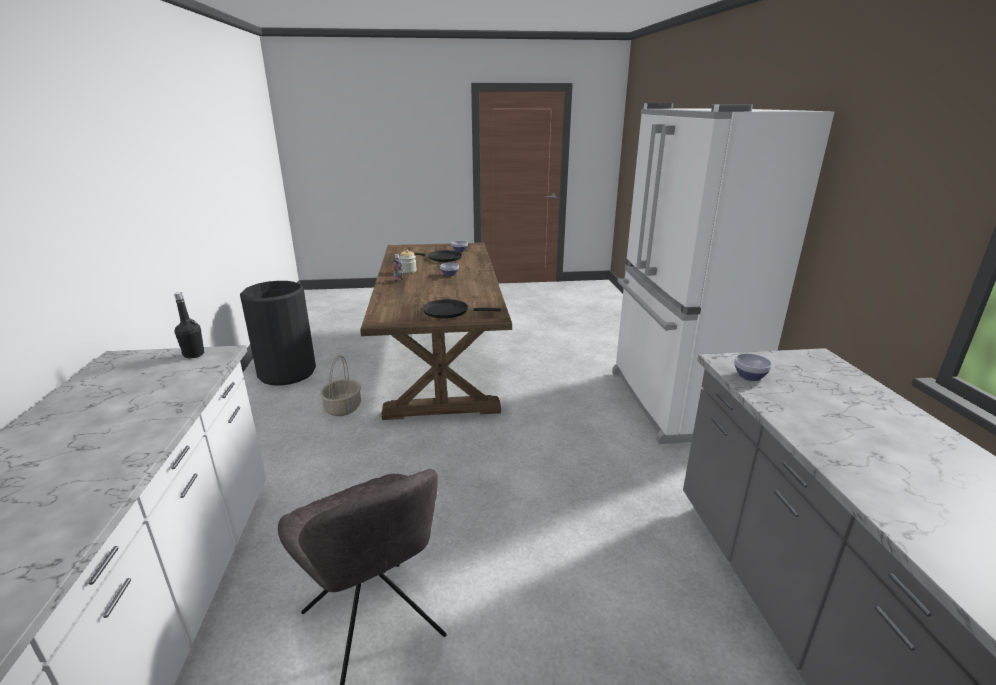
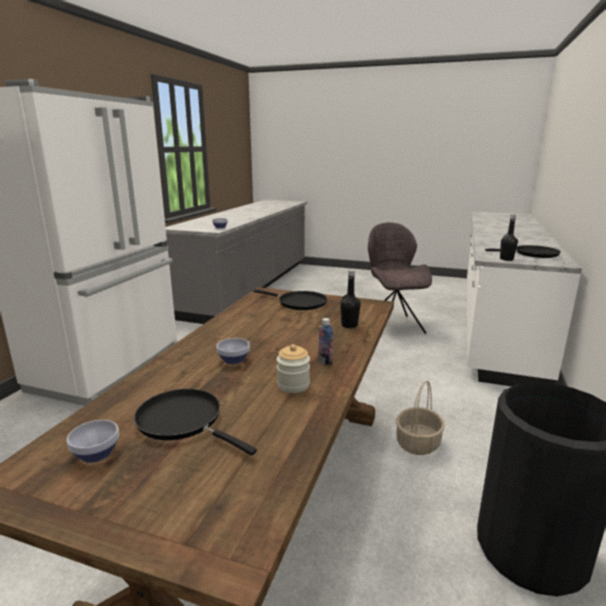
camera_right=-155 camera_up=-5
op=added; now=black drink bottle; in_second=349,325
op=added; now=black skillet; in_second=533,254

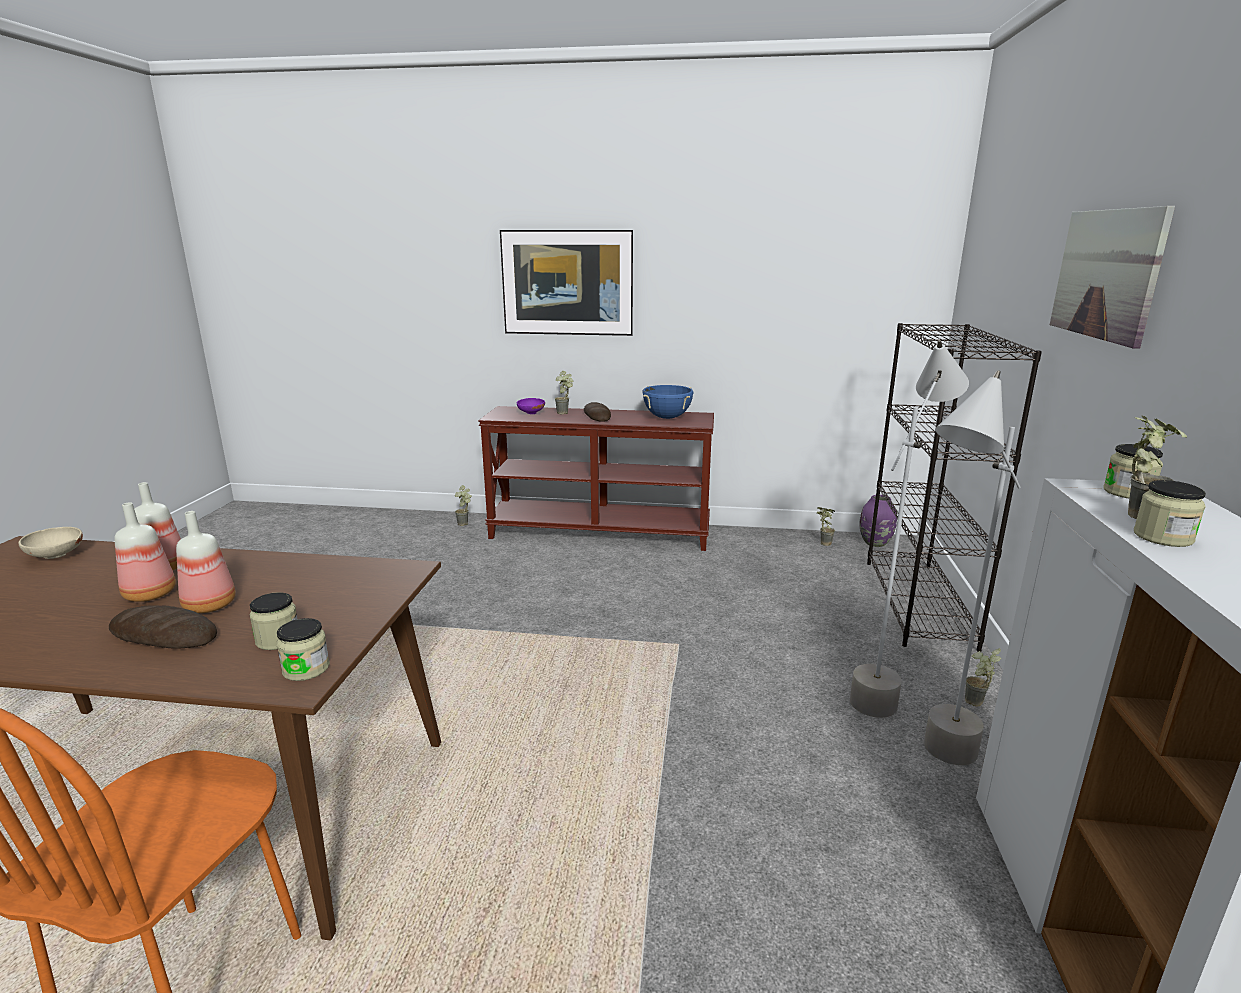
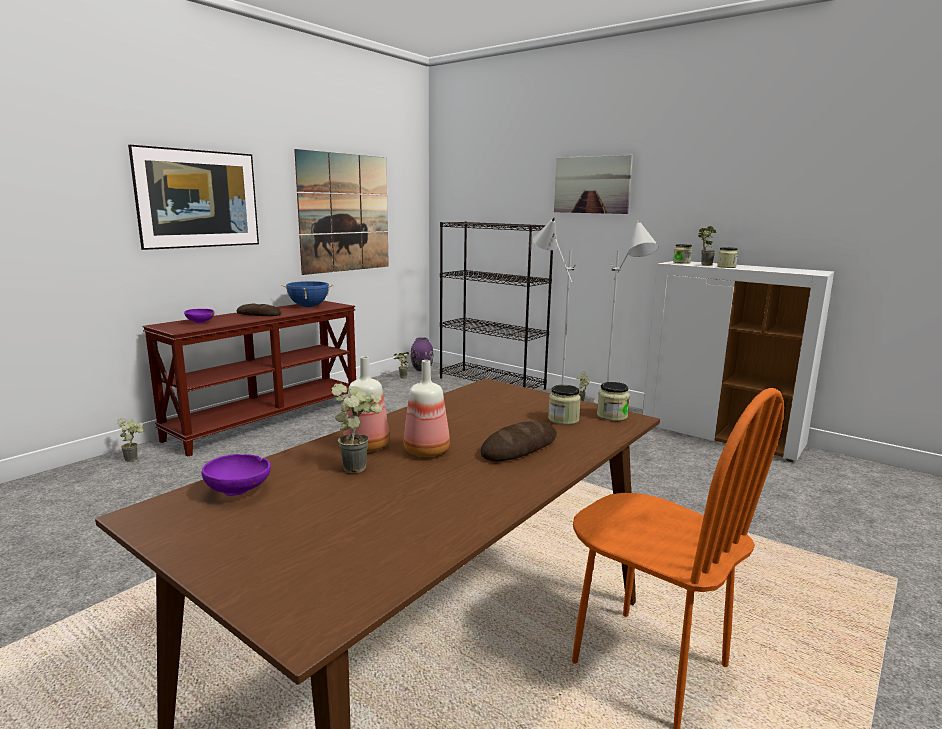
camera_right=-60 camera_up=-5
op=recoloured; was=beige-coloured deep dish; now=purple deep dish; in_first=56,557; in_second=240,491
op=removed; was=drink bottle; in_first=211,606
op=moved; was=potted plant; in_first=565,413; in_second=360,466
op=added; now=wall art; in_second=345,213

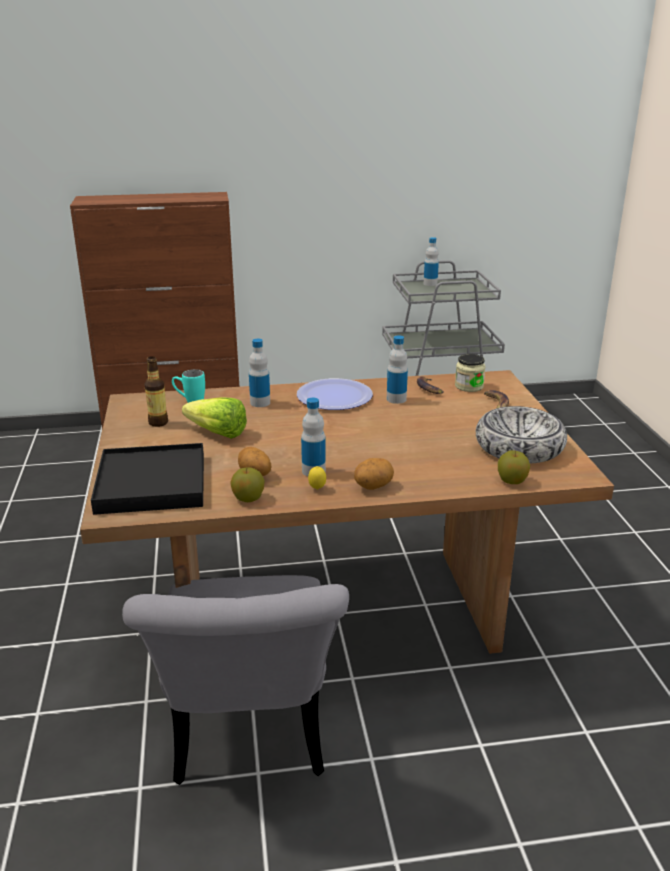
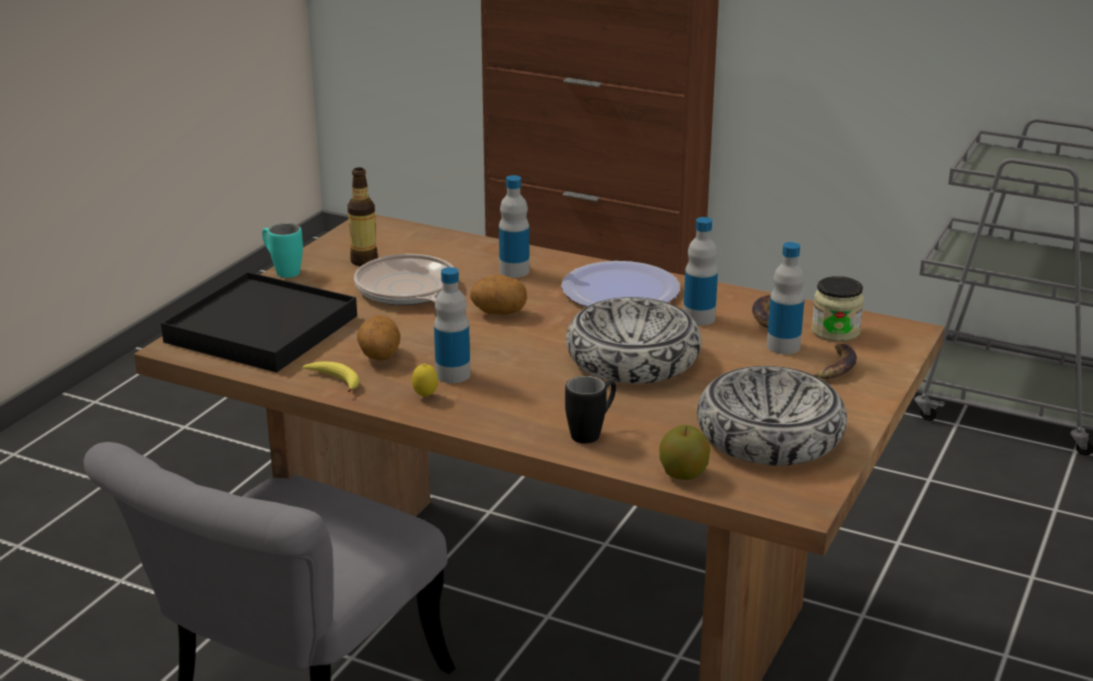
camera_right=35 camera_up=0
op=moved; was=turquoise-coloured coffee mug; in_first=190,402; in_second=282,271
op=replaced; was=lettuce; now=skillet; in_first=214,432; in_second=408,291
op=replaced; was=apple fruit; now=banana fruit; in_first=248,499; in_second=335,381
op=moved; was=spud; in_first=373,486; in_second=499,313
op=moved; was=drink bottle; in_first=430,284; in_second=783,346
op=added; now=black coffee mug; in_second=592,433
op=added; now=deep dish; in_second=632,359

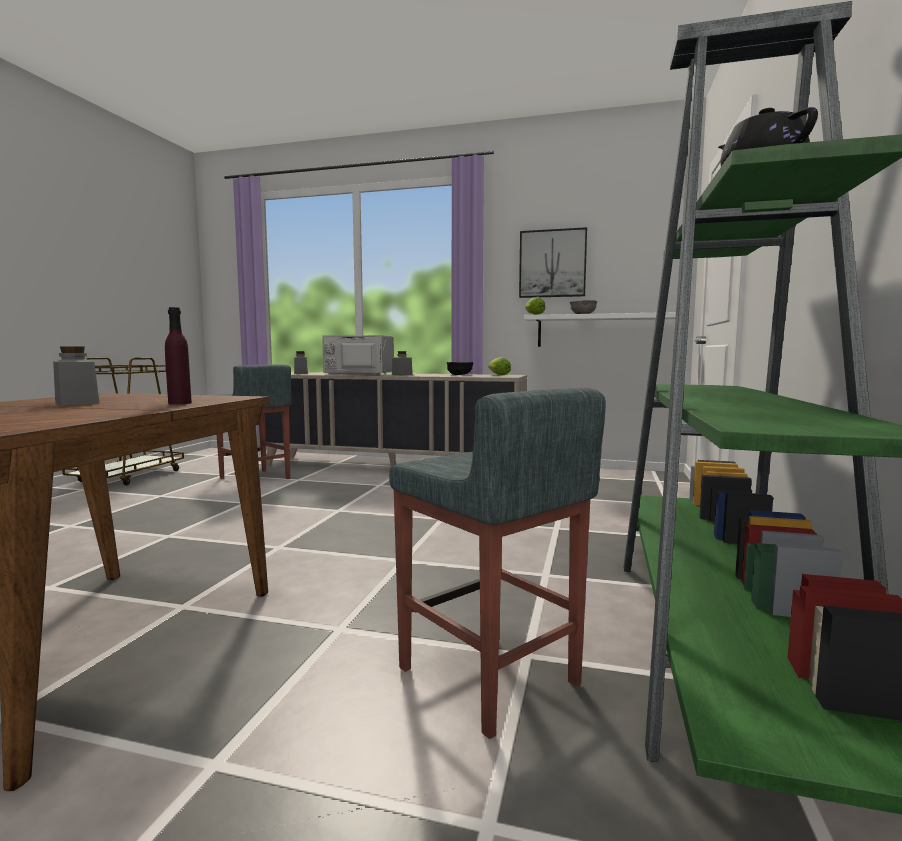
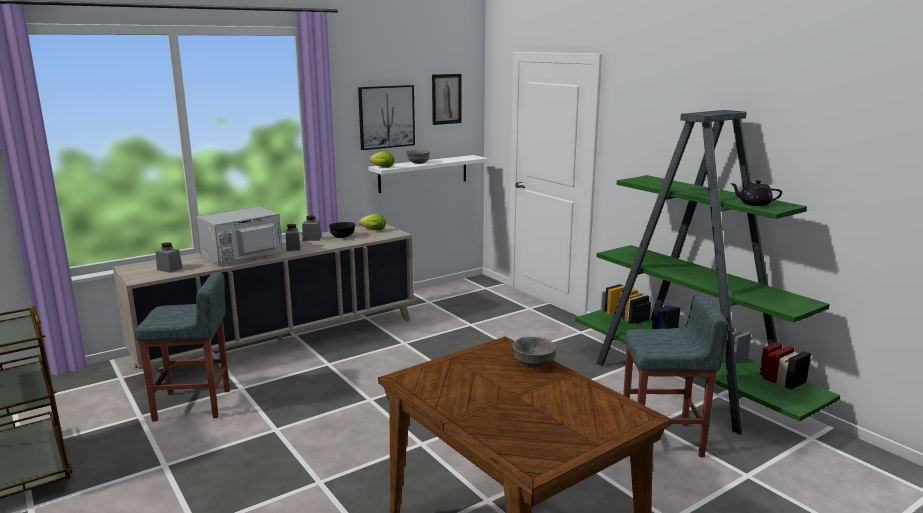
camera_right=-50 camera_up=10
op=moved; was=grey jar; in_first=77,403; in_second=312,239
op=replaced; was=purple drink bottle; now=grey deep dish; in_first=180,403; in_second=533,364
op=added; now=wall art; in_second=446,99

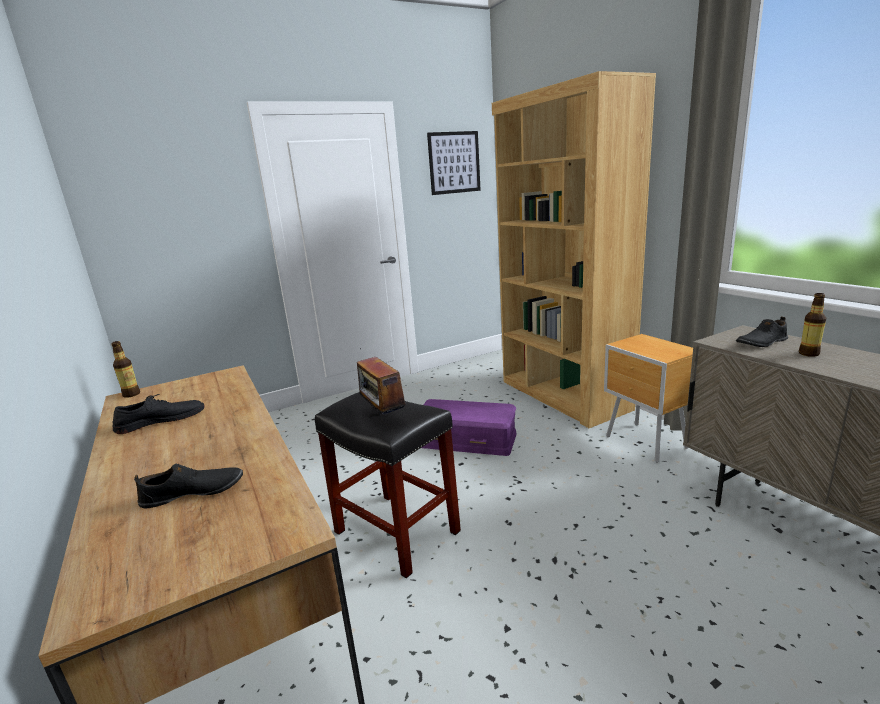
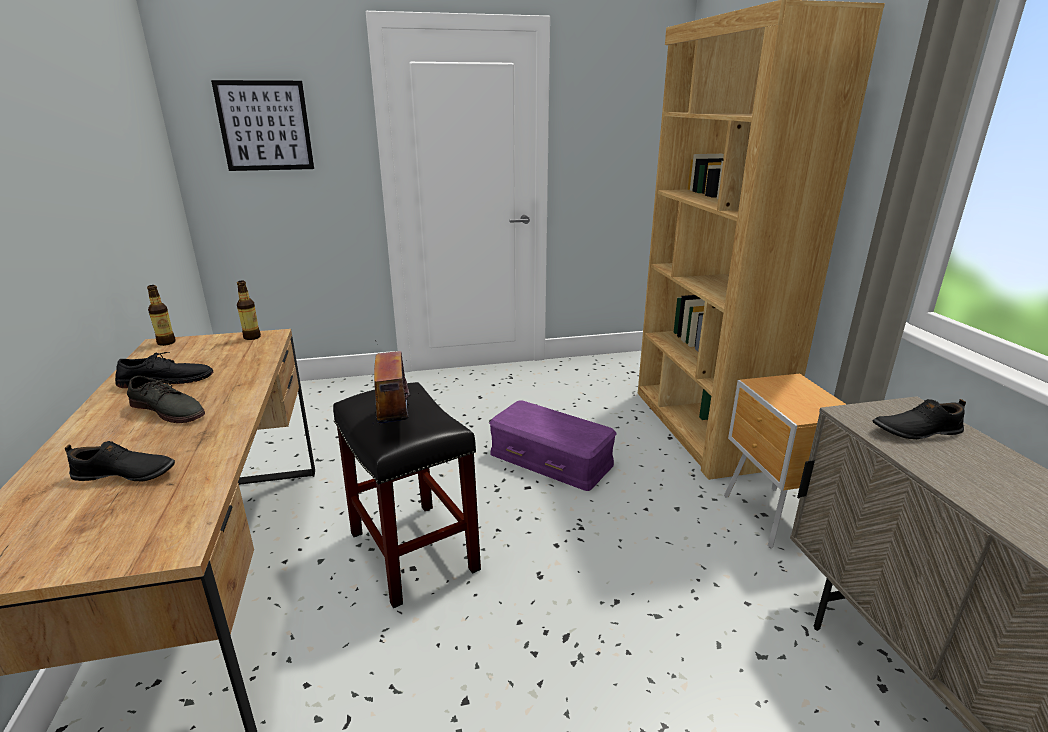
camera_right=15 camera_up=5
op=moved; was=wall art; in_first=454,162; in_second=265,126
op=moved; was=drink bottle; in_first=808,353; in_second=252,337
op=added; now=grey item of footwear; in_second=169,410

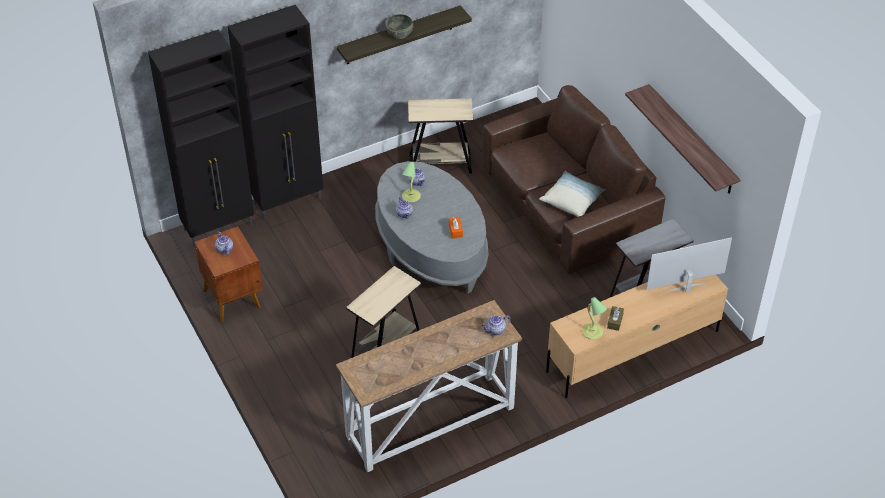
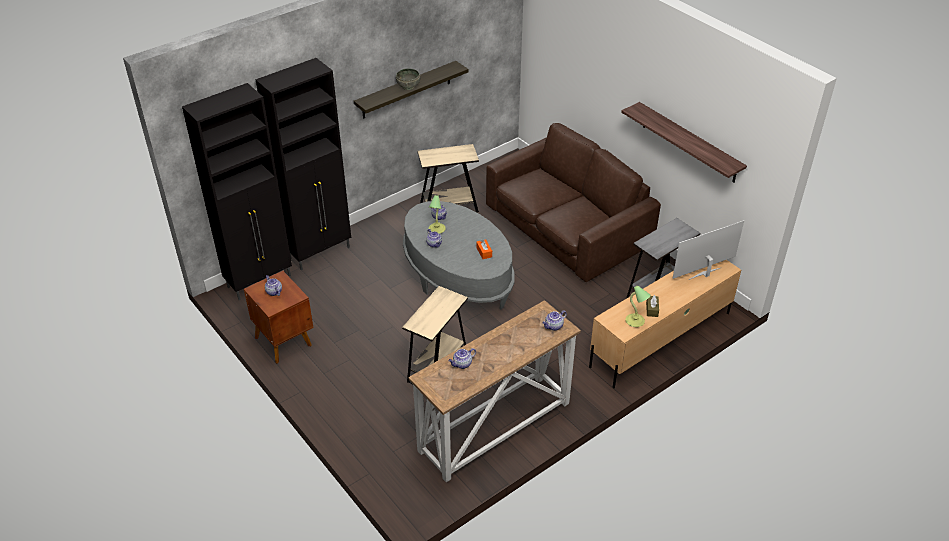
camera_right=-10 camera_up=-5
op=removed; was=throw pillow; in_first=571,200
op=added; now=teapot; in_second=462,364

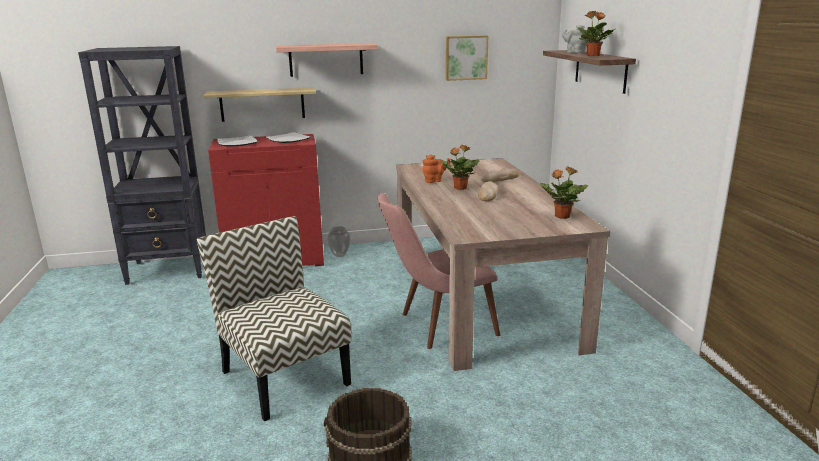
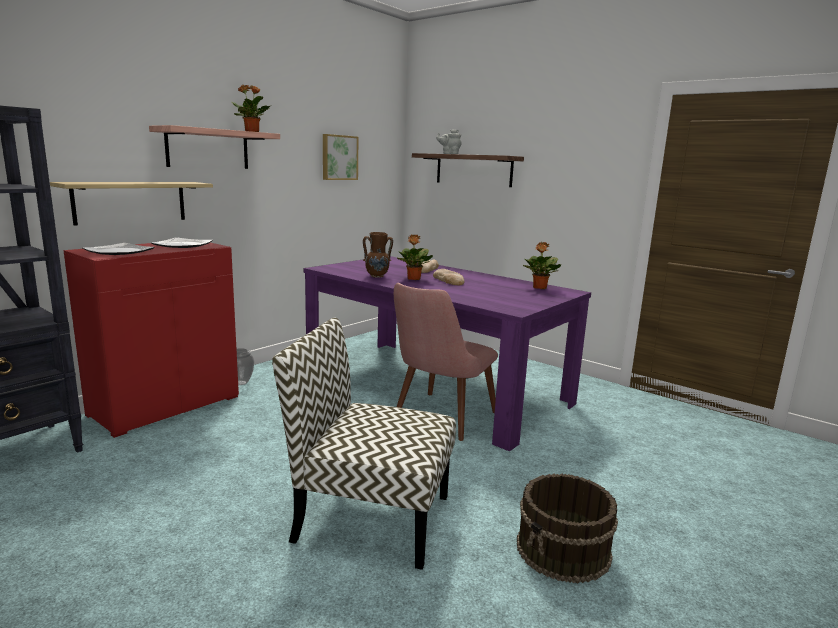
camera_right=-40 camera_up=-5
op=recoloured; was=beige-coloured kitchen table; now=purple kitchen table; in_first=480,296; in_second=434,386
op=replaced; was=orange teapot; now=brownish flower vase; in_first=434,181; in_second=377,276
op=moved; was=potted plant; in_first=593,56; in_second=252,132

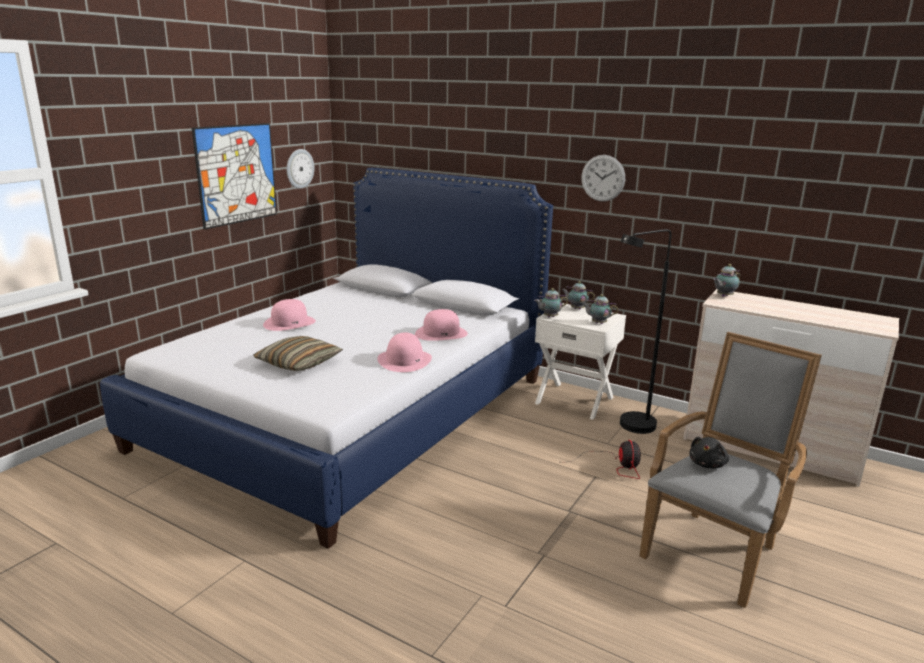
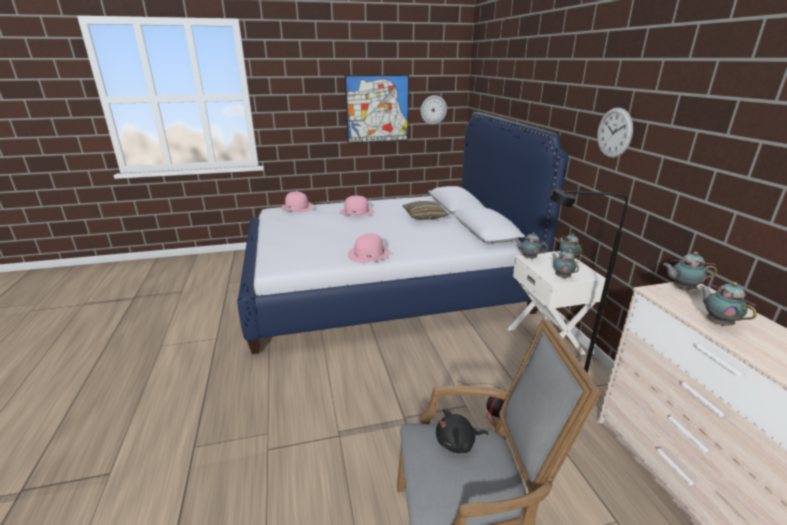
camera_right=45 camera_up=5
op=moved; was=throw pillow; in_first=298,363; in_second=424,216
op=moved; was=pink hat; in_first=441,333; in_second=297,207
op=added; now=teapot; in_second=717,322

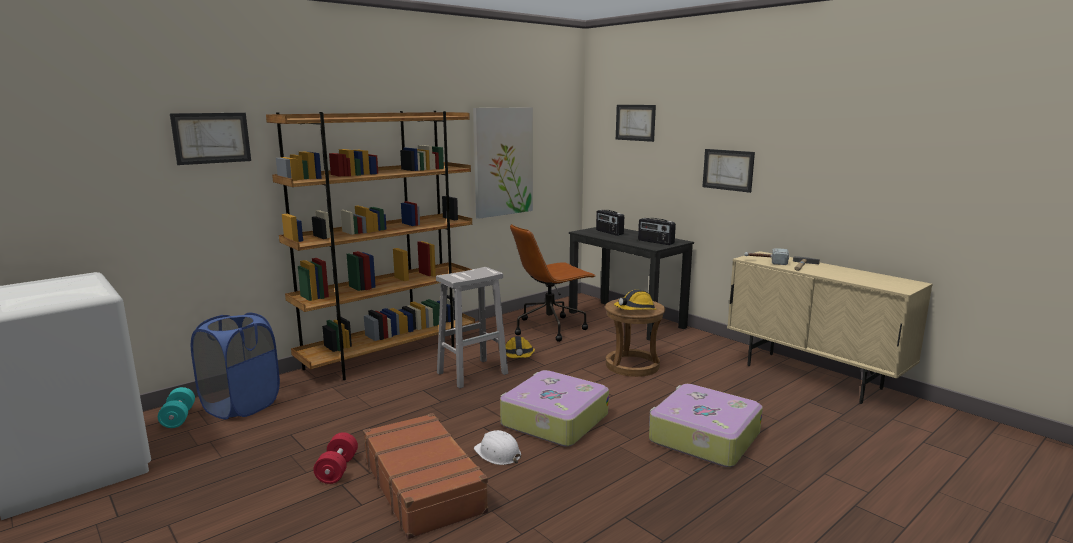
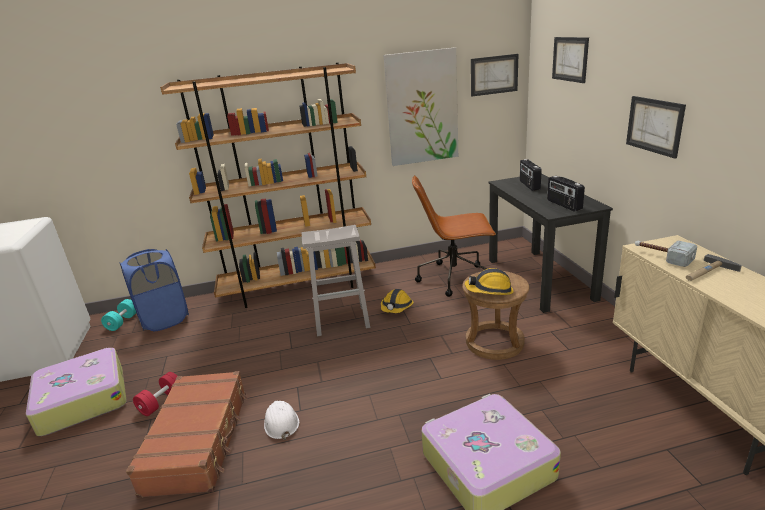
camera_right=30 camera_up=10
op=moved; was=wall art; in_first=211,138; in_second=494,75
op=moved; was=piece of luggage; in_first=553,420; in_second=82,400

